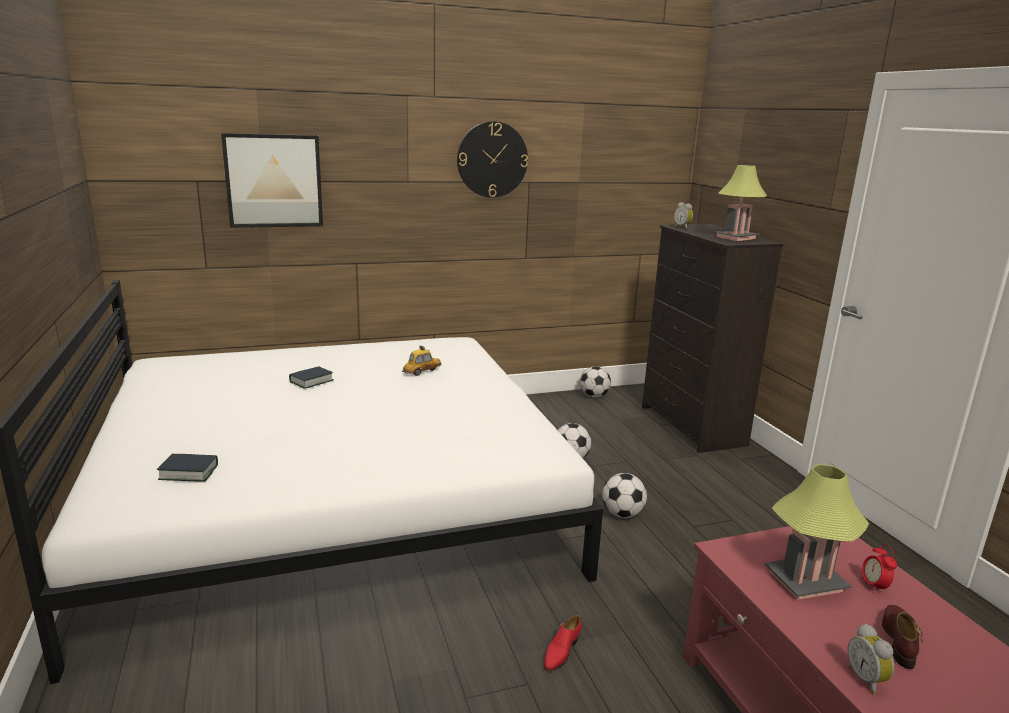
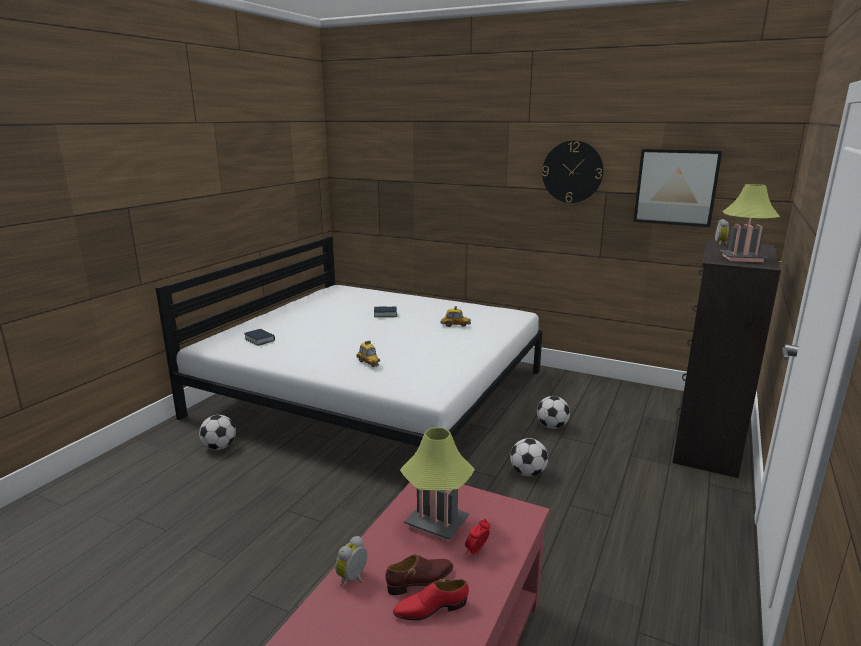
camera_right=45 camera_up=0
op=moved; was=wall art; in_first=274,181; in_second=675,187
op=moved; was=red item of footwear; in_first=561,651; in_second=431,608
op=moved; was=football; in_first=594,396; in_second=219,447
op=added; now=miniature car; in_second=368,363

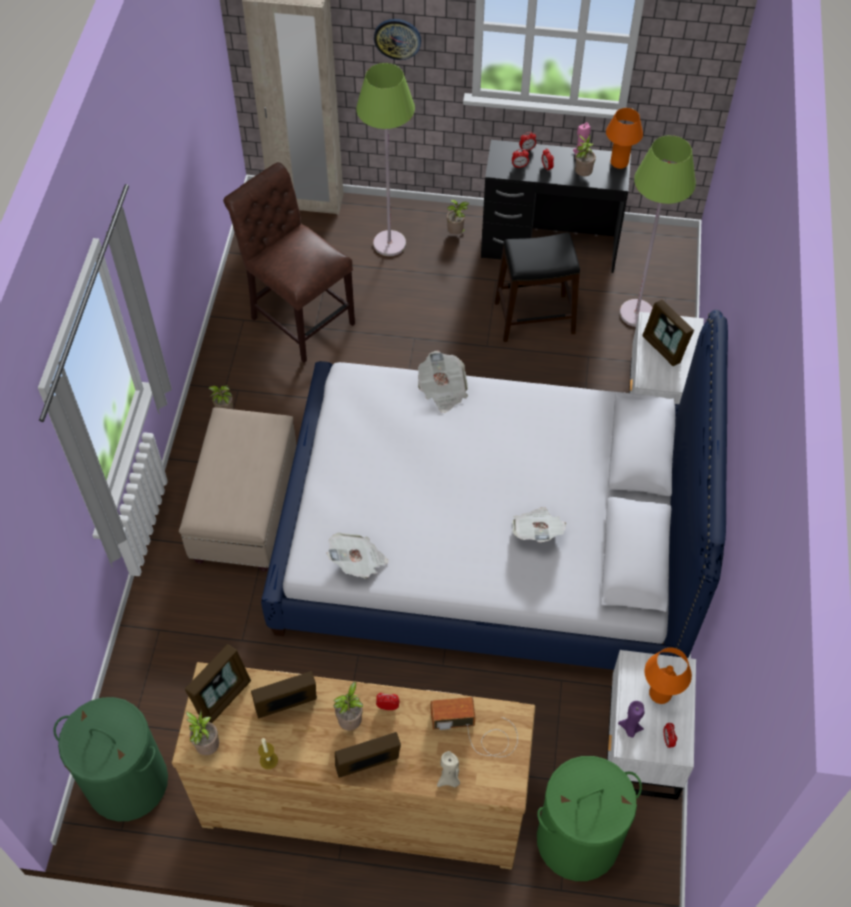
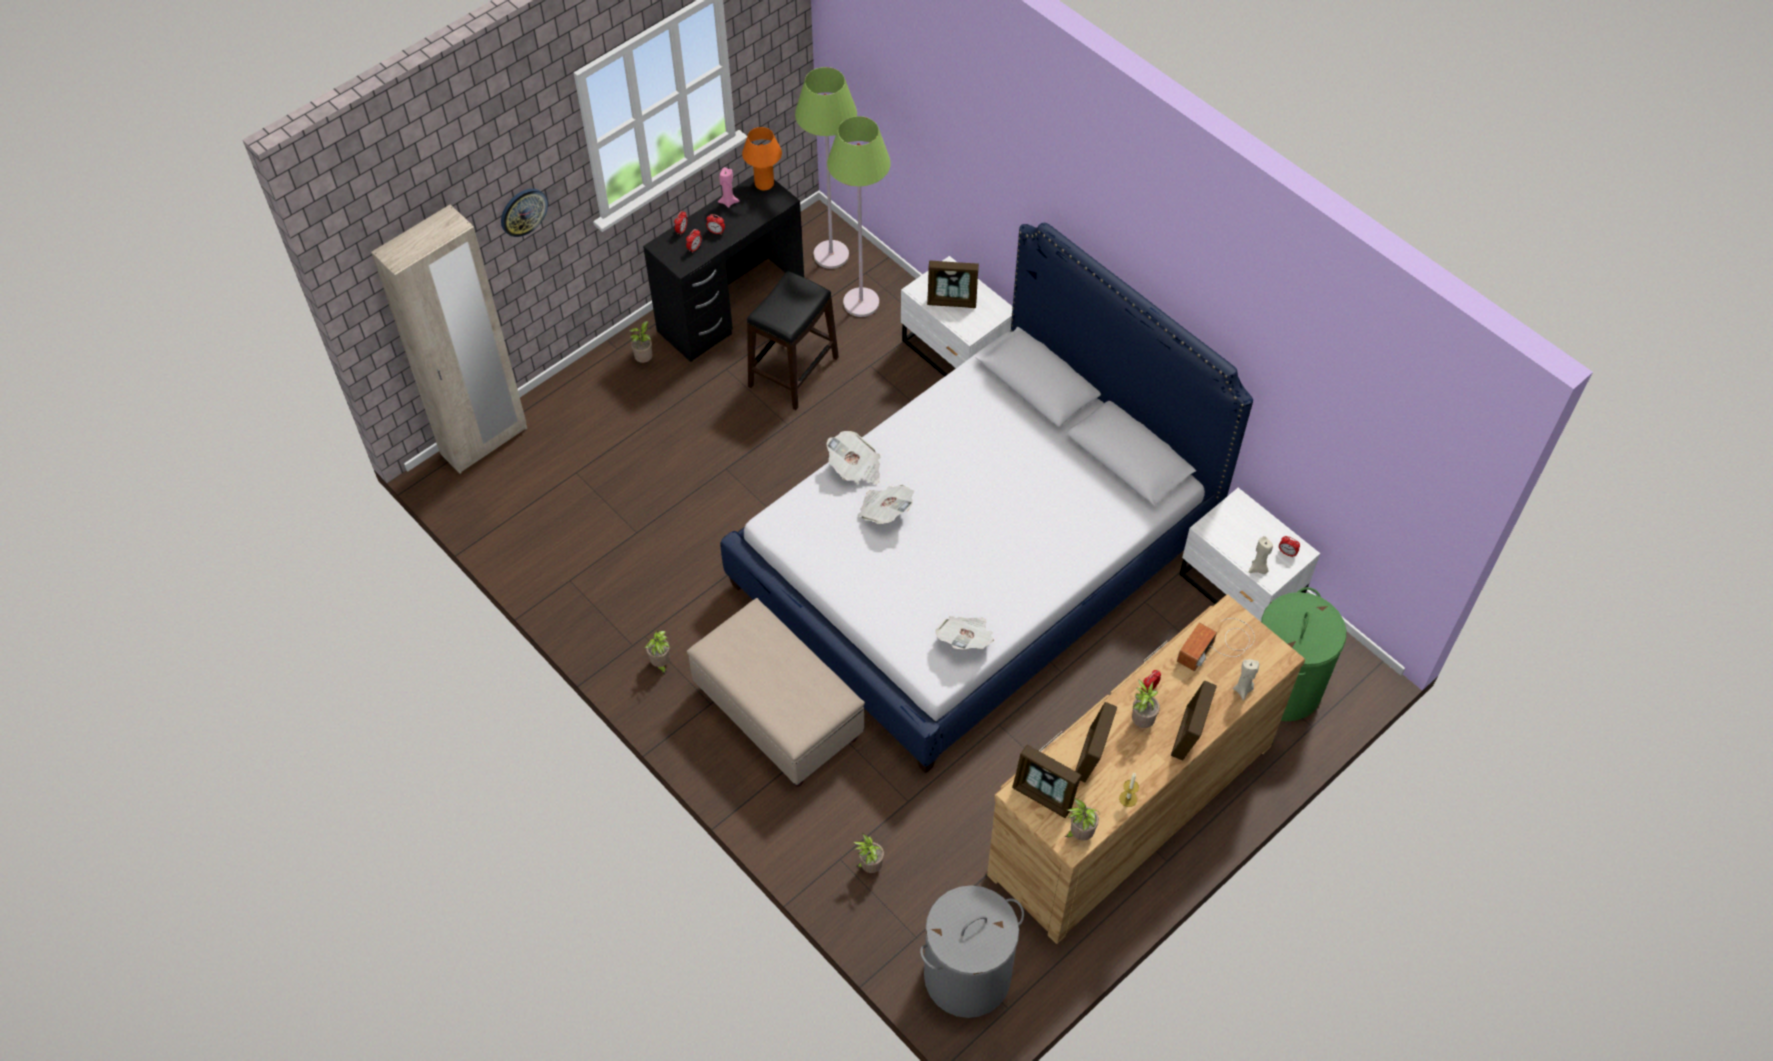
camera_right=-50 camera_up=0
op=recoloured; was=green-coloured laundry basket; now=grey laundry basket; in_first=127,782; in_second=967,976
op=turned; was=picture frame; in_first=223,697; in_second=1044,795; clockwise=135
op=removed; was=brownish chair; in_first=299,317
op=moved; was=green-coloured standard lamp; in_first=389,244; in_second=831,255
op=moved; was=printed paper; in_first=537,532; in_second=885,511
op=moved; was=potted plant; in_first=582,175; in_second=870,866
op=recoloured; was=purple wax light; now=beige-coloured wax light; in_first=630,728; in_second=1258,568
op=removed; was=orange table lamp; in_first=660,693

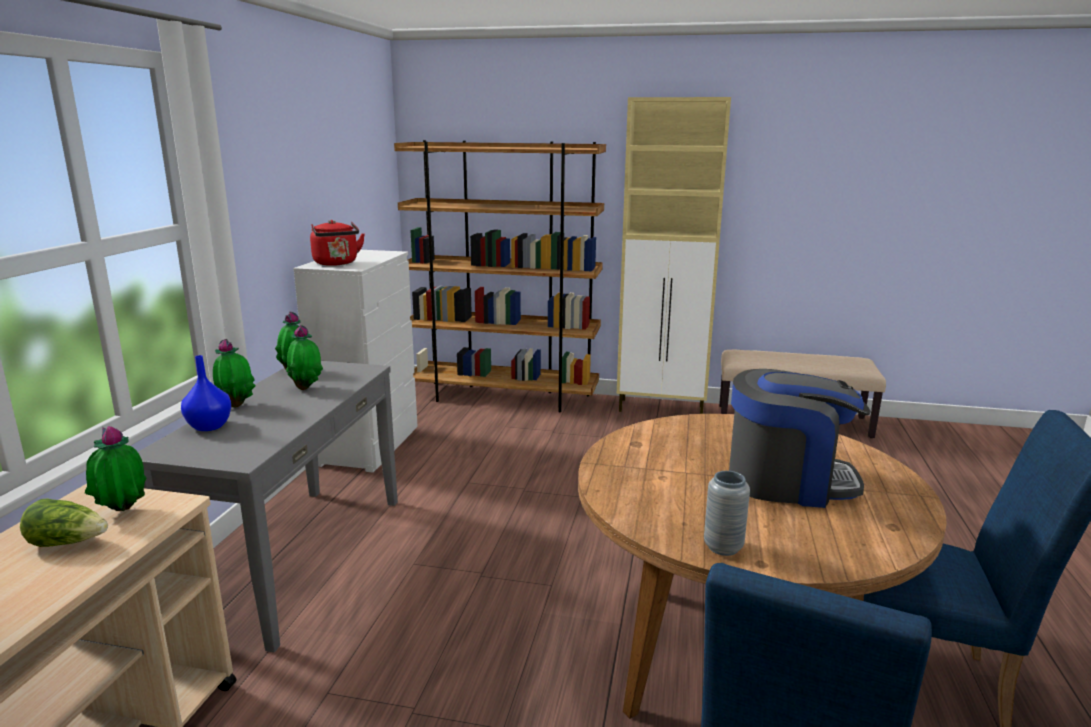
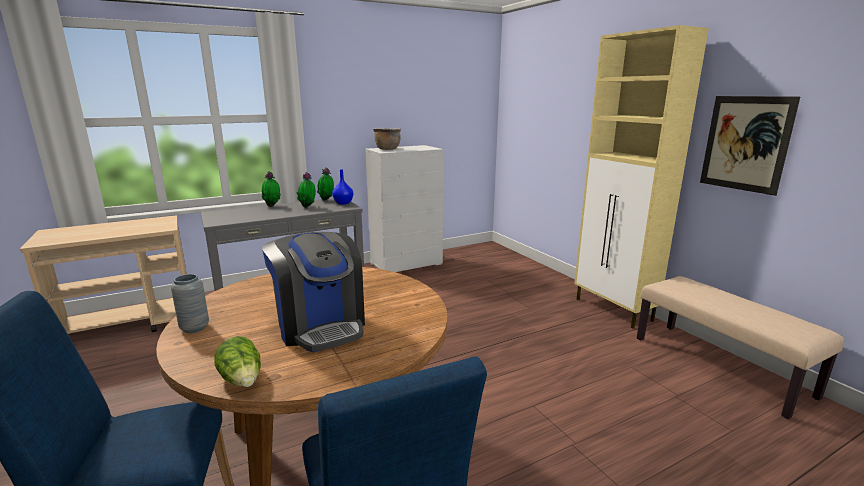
camera_right=50 camera_up=0
op=moved; was=lettuce; in_first=68,543; in_second=242,379
op=removed; was=potted plant; in_first=122,513
op=moved; was=bluish flower vase; in_first=210,426; in_second=343,203
op=replaced; was=red tea kettle; now=brownish stockpot; in_first=337,263; in_second=387,149
op=removed; was=brownish bookcase; in_first=504,397
op=added; now=wall art; in_second=745,143

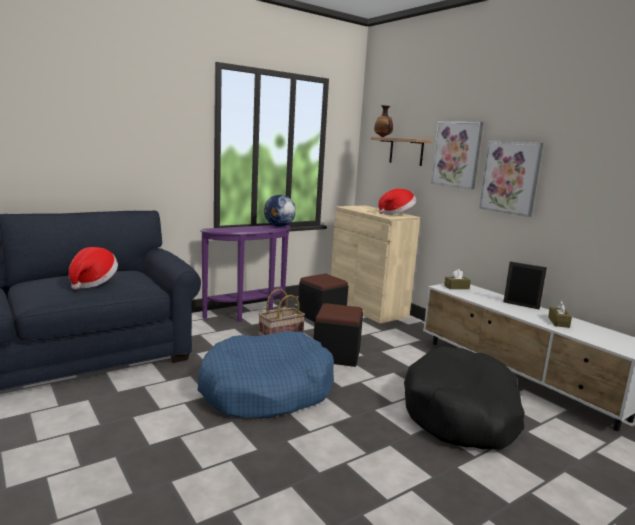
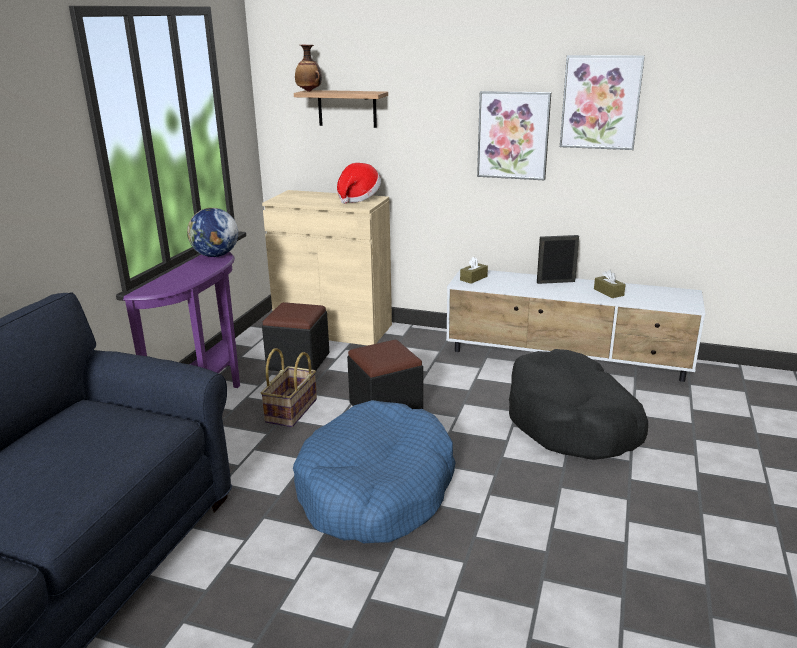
camera_right=-35 camera_up=10
op=removed; was=hat; in_first=92,283
op=moved; was=wall art; in_first=457,154; in_second=600,102

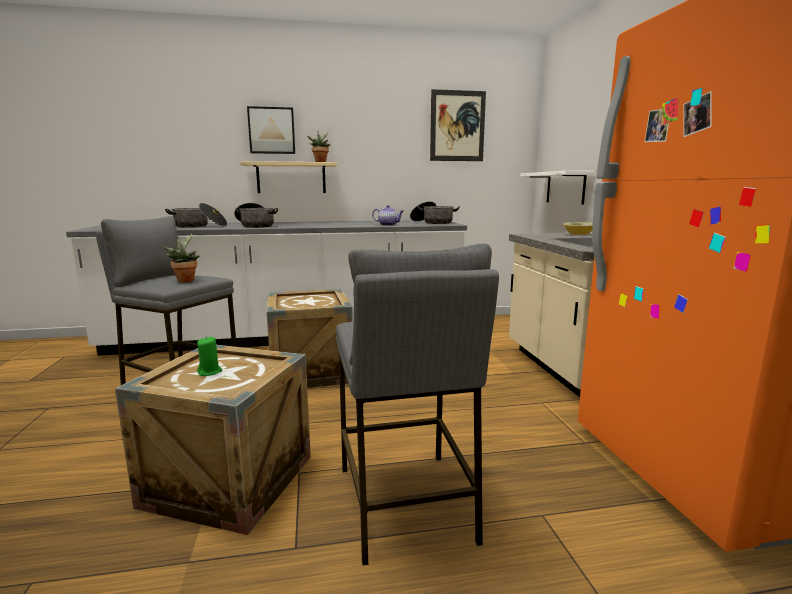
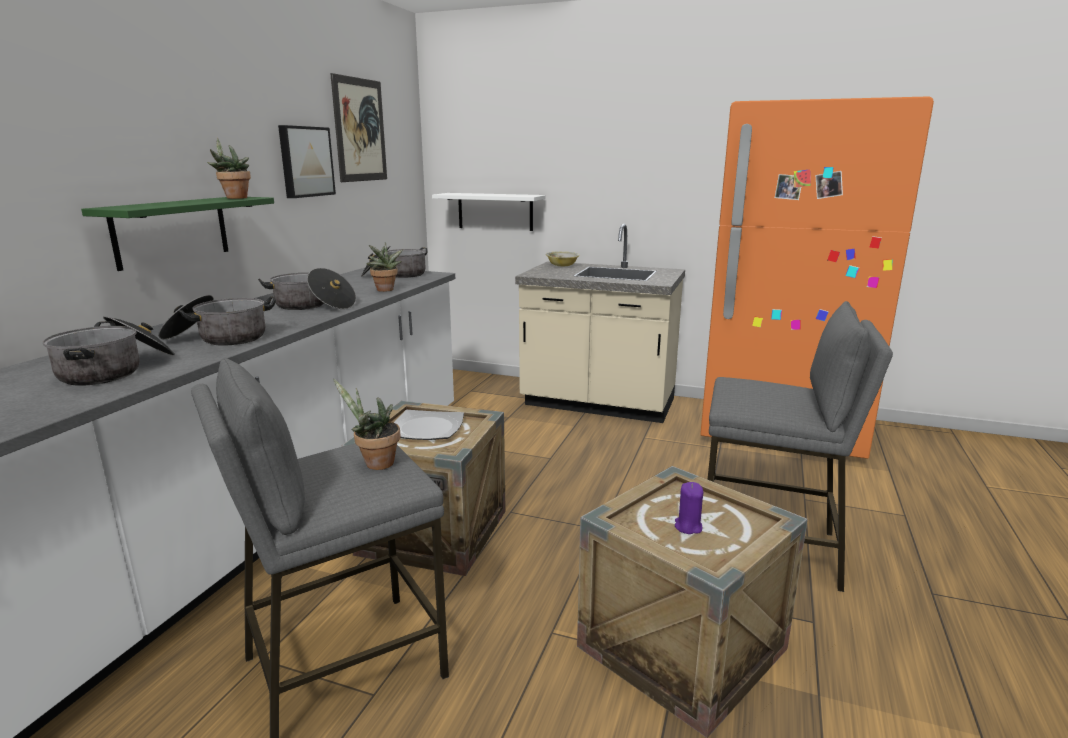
camera_right=-60 camera_up=5
op=recoloured; was=green-coloured wax light; now=purple wax light; in_first=210,372; in_second=688,526
op=recoloured; was=beige-coloured shelf; now=green-coloured shelf; in_first=291,178; in_second=172,231
op=moved; was=wall art; in_first=272,131; in_second=305,161
op=replaced; was=teapot; now=potted plant; in_first=388,225; in_second=385,290
op=added; now=stockpot; in_second=313,306
op=added; now=plate; in_second=427,428

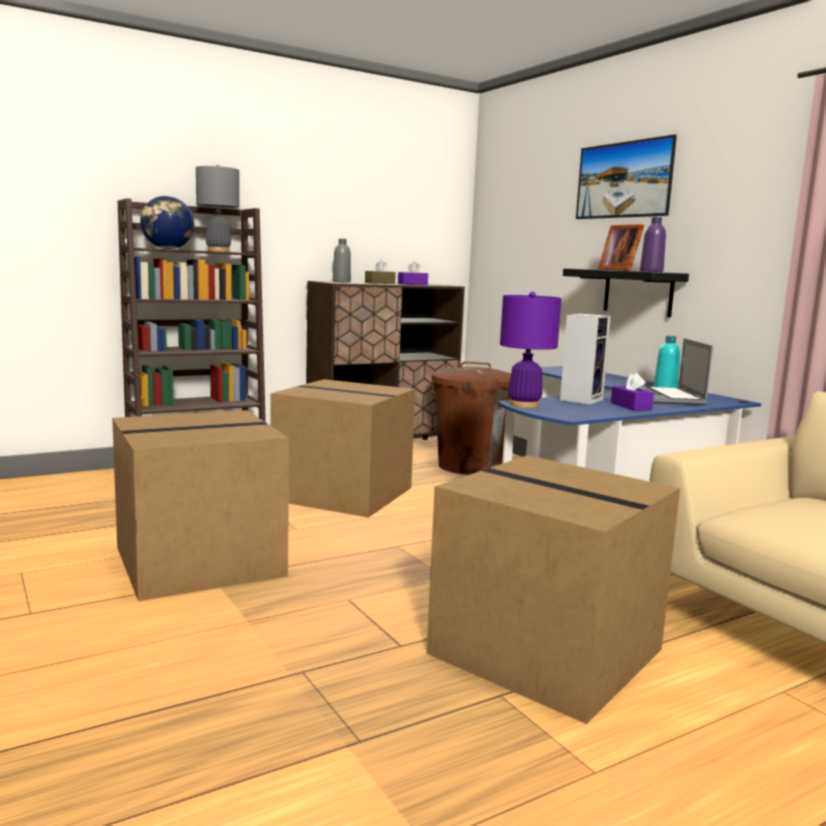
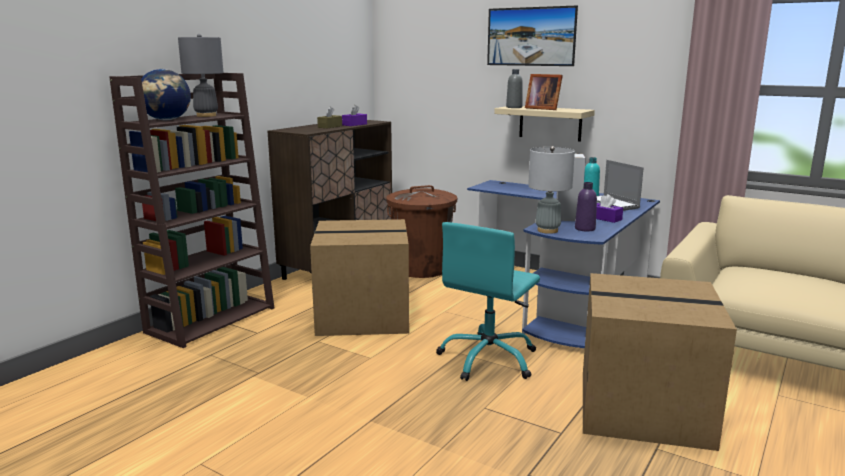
camera_right=-25 camera_up=5
op=removed; was=cardboard box; in_first=201,560
op=moved; was=grey drink bottle; in_first=341,282; in_second=514,107
op=recoloured; was=purple table lamp; now=grey table lamp; in_first=524,405; in_second=547,230
op=recoloured; was=black shelf; now=beige-coloured shelf; in_first=638,292; in_second=550,123
op=moved; was=purple drink bottle; in_first=651,271; in_second=585,229
op=added; now=turquoise-coloured computer chair; in_second=488,359

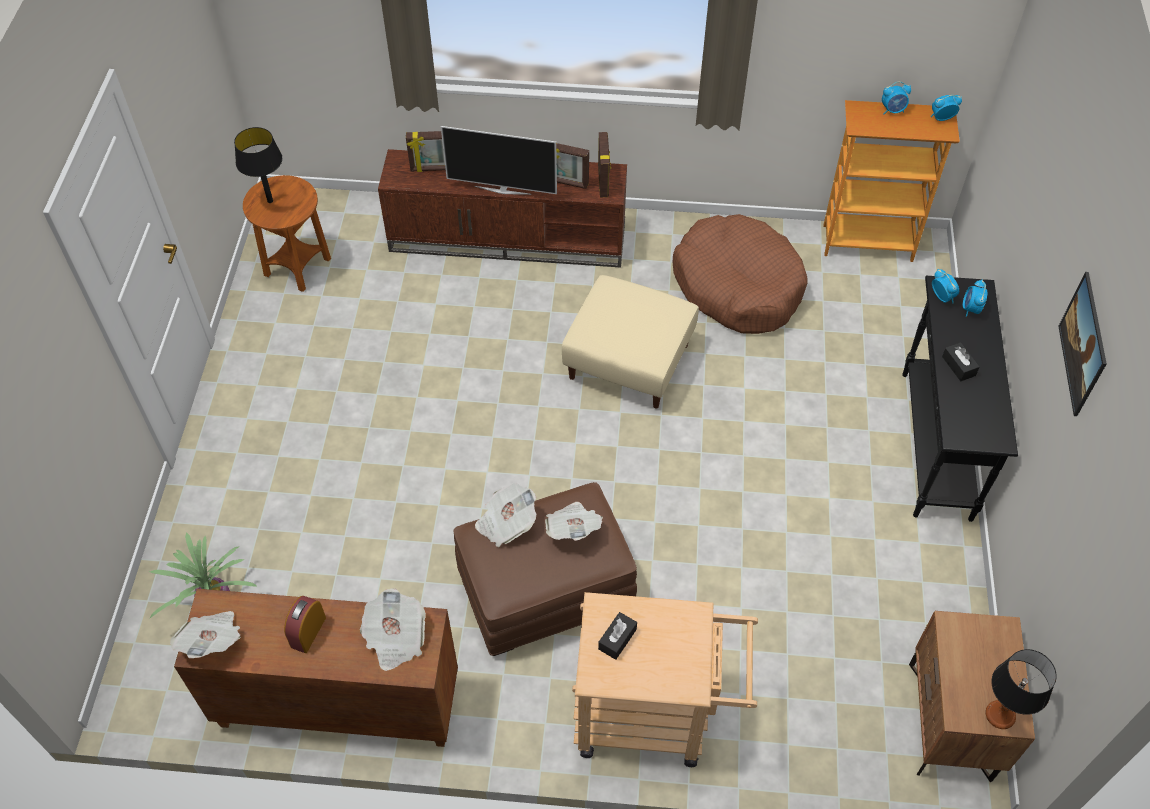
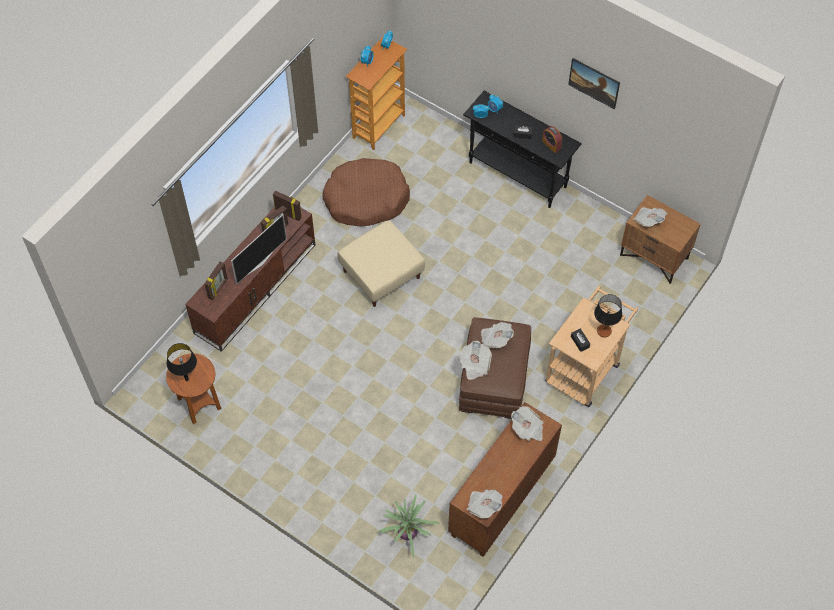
camera_right=-60 camera_up=5
op=moved; was=bedside clock; in_first=308,632; in_second=551,144
op=moved; was=table lamp; in_first=1000,715; in_second=604,331
op=added; now=printed paper; in_second=648,220

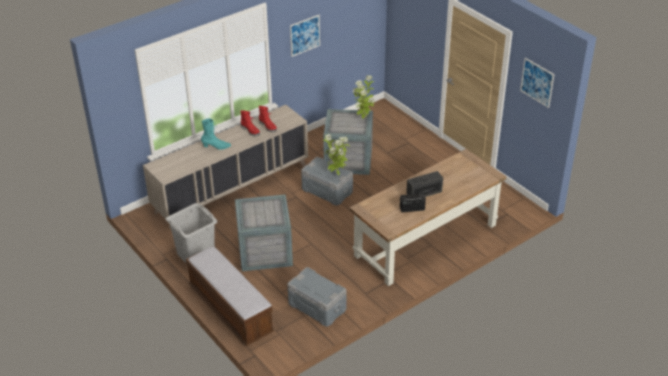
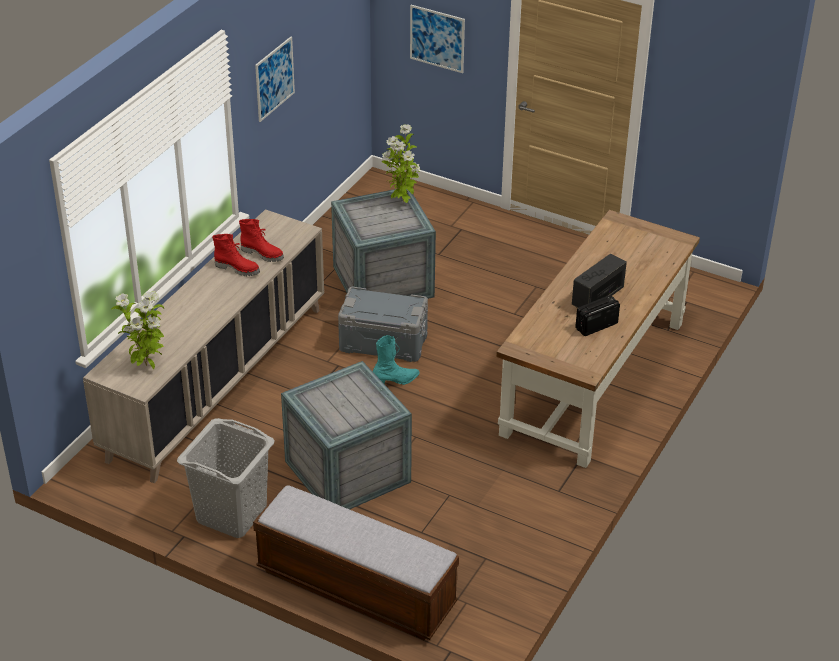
camera_right=-25 camera_up=0
op=moved; was=turquoise-coloured tall boot; in_first=216,147; in_second=396,381
op=removed; was=grey storage box; in_first=317,306
op=moved; was=potted plant; in_first=336,173; in_second=147,366
op=moved; was=wall art; in_first=537,82; in_second=437,38

